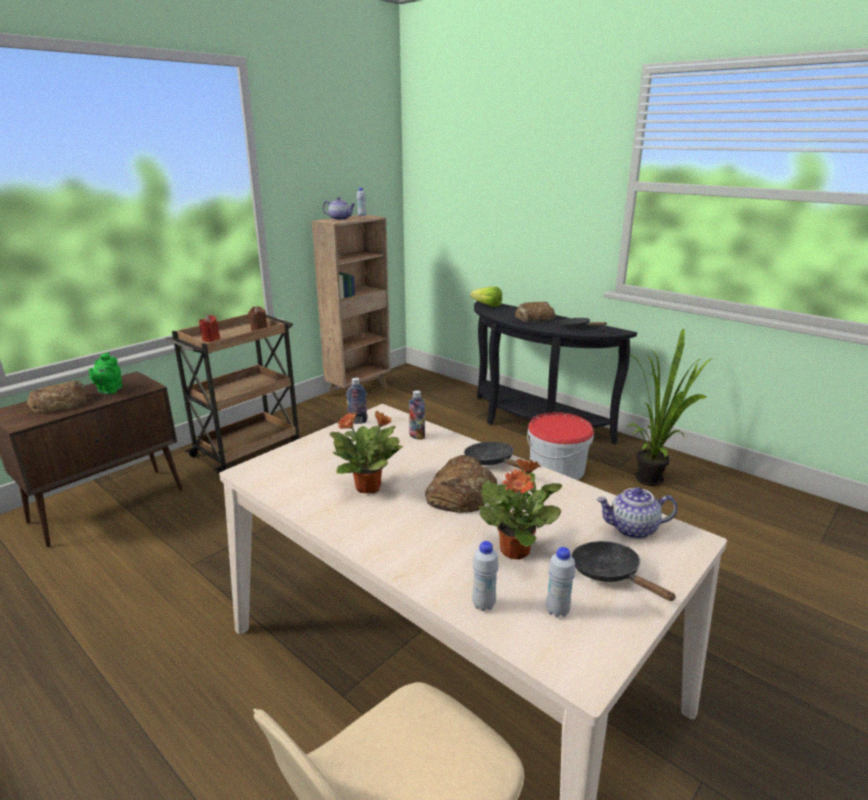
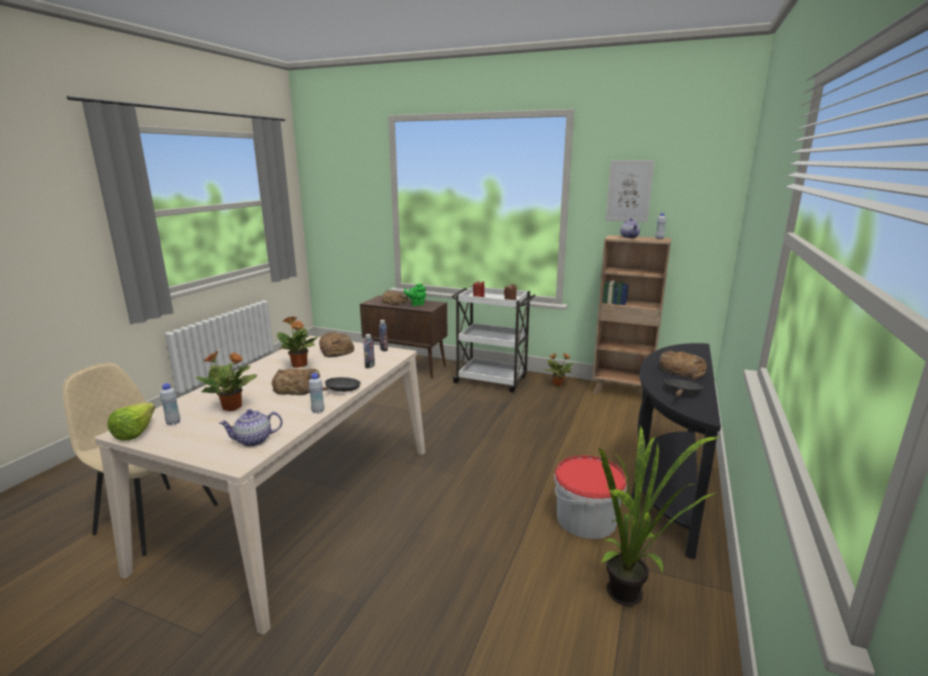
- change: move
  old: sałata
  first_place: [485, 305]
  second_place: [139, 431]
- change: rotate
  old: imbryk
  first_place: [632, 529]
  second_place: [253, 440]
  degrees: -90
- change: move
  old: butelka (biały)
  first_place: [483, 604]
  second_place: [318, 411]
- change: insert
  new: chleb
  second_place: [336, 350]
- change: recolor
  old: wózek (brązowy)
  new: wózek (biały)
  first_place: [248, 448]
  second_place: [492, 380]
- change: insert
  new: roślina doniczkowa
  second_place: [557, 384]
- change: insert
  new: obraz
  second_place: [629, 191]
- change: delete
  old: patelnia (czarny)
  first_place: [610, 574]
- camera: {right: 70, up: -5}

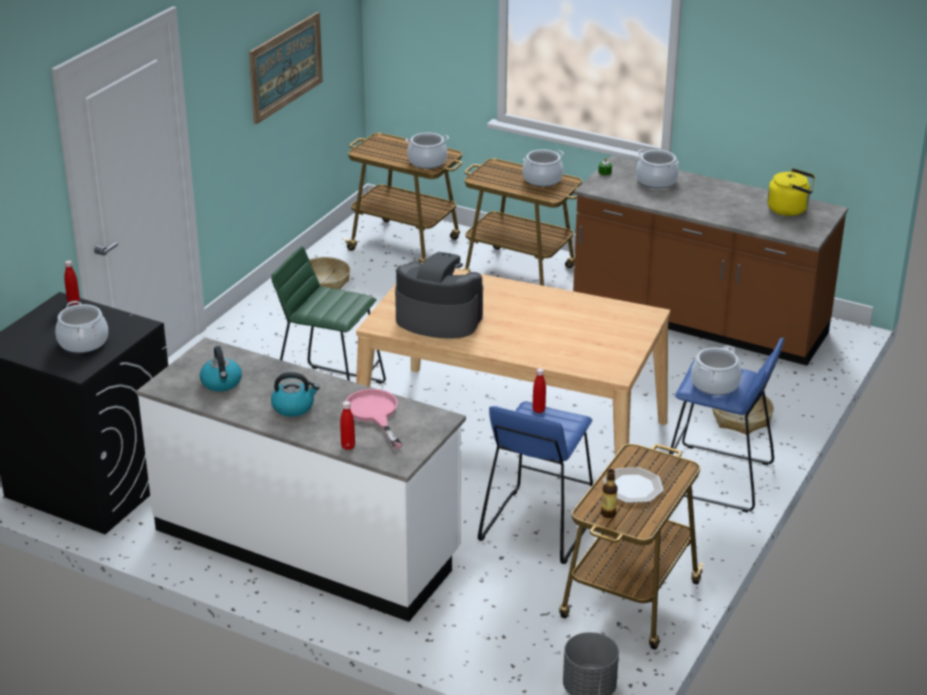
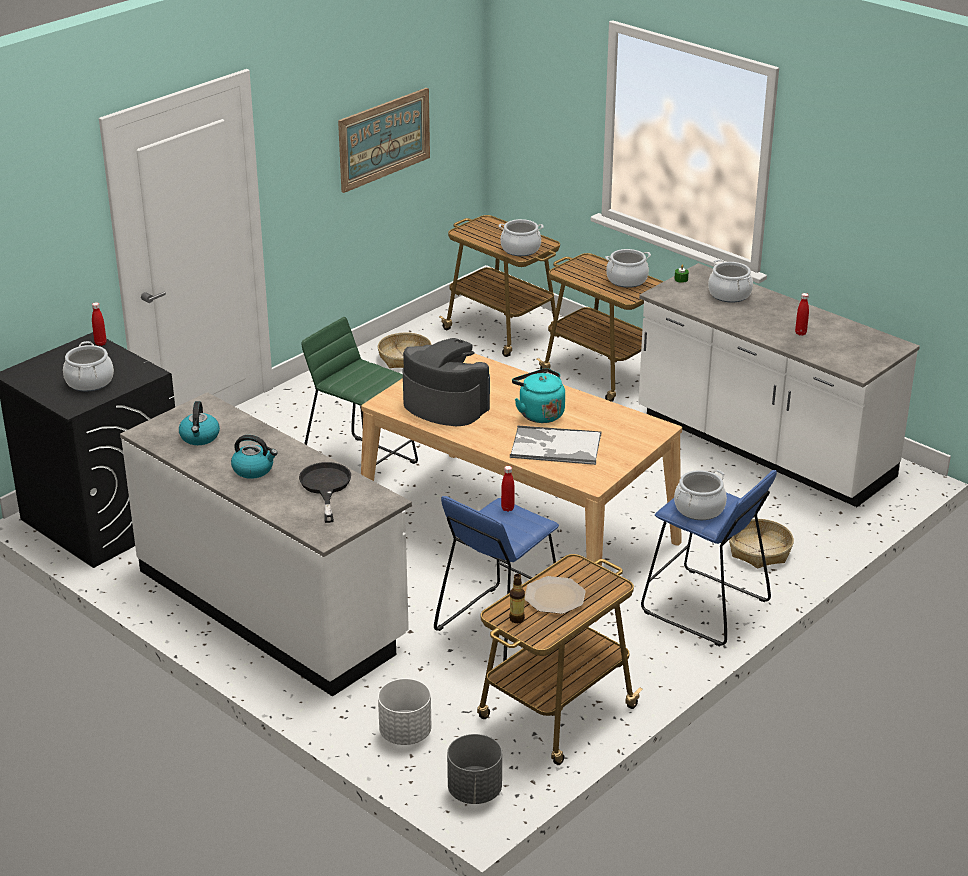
- change: recolor
  old: patelnia (różowy)
  new: patelnia (czarny)
  first_place: [374, 414]
  second_place: [325, 487]
- change: insert
  new: donica (biały)
  second_place: [405, 733]
- change: insert
  new: taca
  second_place: [555, 446]
- change: insert
  new: czajnik (turkusowy)
  second_place: [539, 413]
- change: recolor
  old: zabudowa kuchenna (brązowy)
  new: zabudowa kuchenna (biały)
  first_place: [698, 323]
  second_place: [762, 448]
- change: move
  old: butelka (czerwony)
  first_place: [348, 446]
  second_place: [800, 333]
- change: delete
  old: czajnik (żółty)
  first_place: [790, 209]
- camera: {right: 15, up: 0}

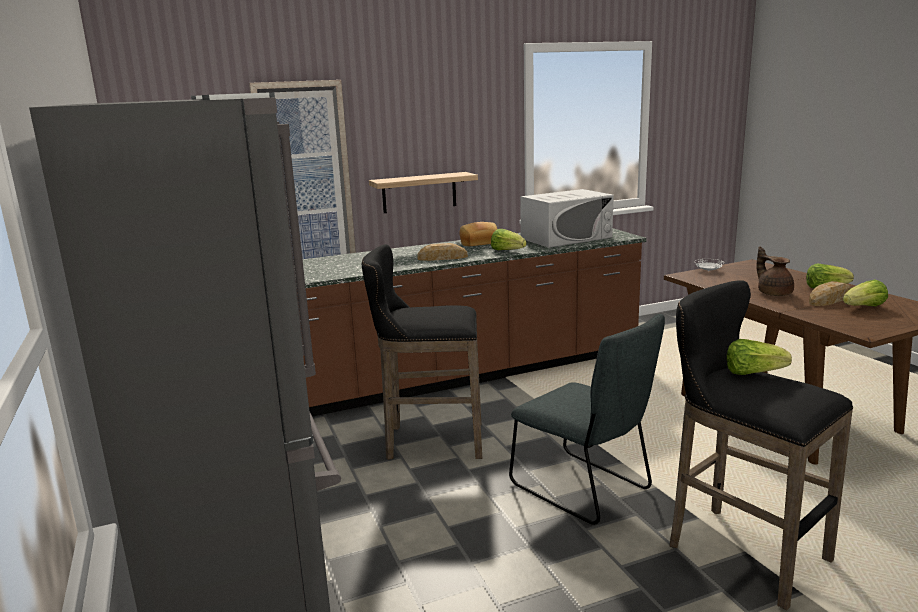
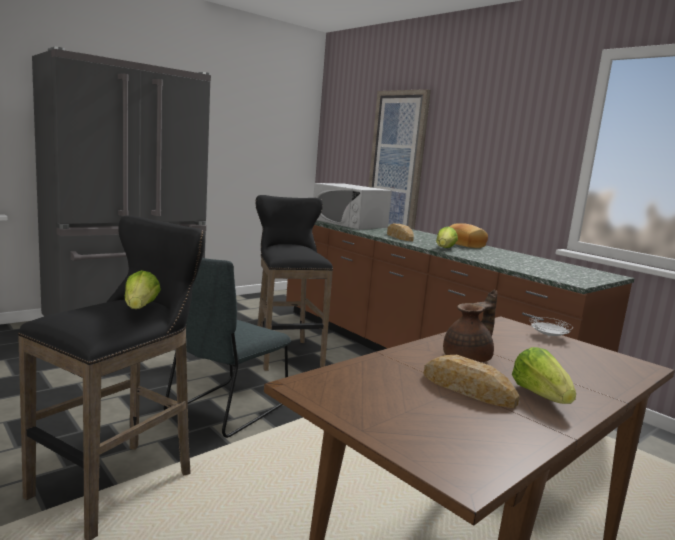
- change: move
  old: mikrofalówka (biały)
  first_place: [566, 238]
  second_place: [349, 223]
- change: delete
  old: półka
  first_place: [419, 192]
- change: delete
  old: sałata
  first_place: [864, 307]
- camera: {right: 70, up: -5}

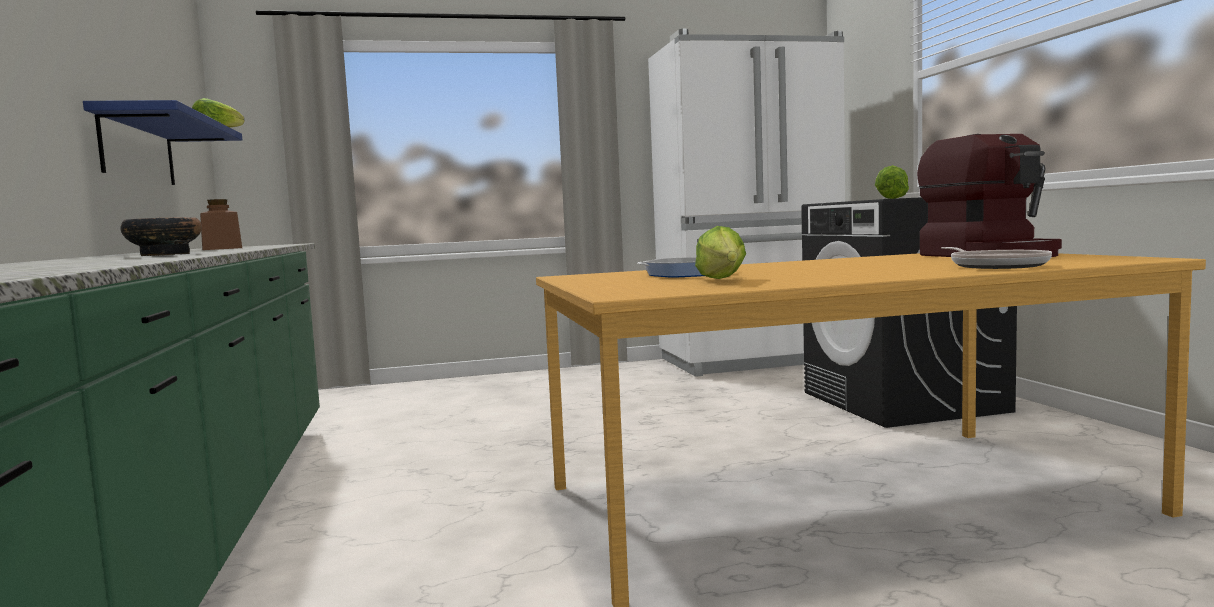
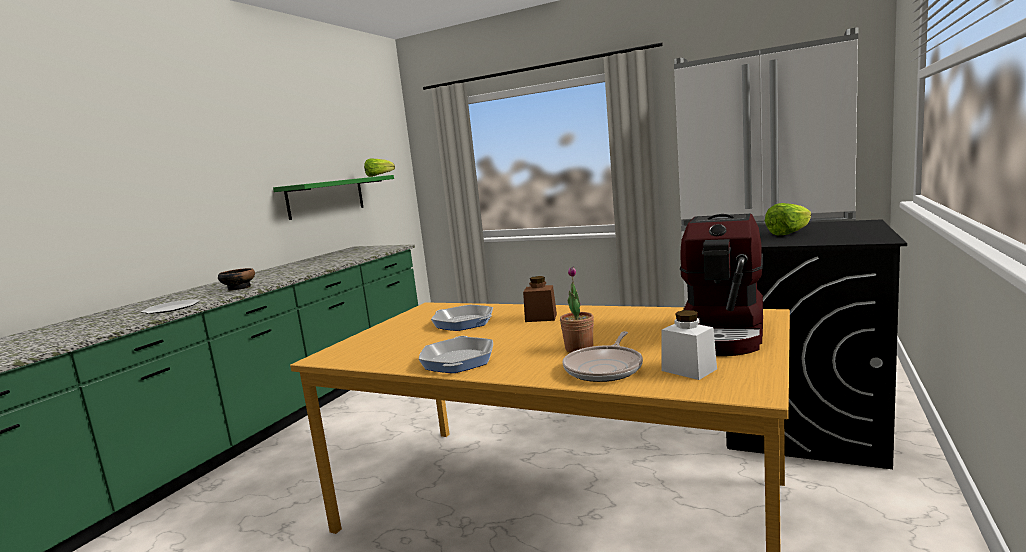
- change: insert
  new: talerz
  second_place: [171, 308]
- change: recolor
  old: półka (niebieski)
  new: półka (zielony)
  first_place: [138, 150]
  second_place: [326, 197]
- change: insert
  new: patelnia
  second_place: [458, 361]
- change: move
  old: słoik (brązowy)
  first_place: [222, 249]
  second_place: [541, 318]
- change: insert
  new: roślina doniczkowa
  second_place: [579, 348]
- change: insert
  new: słoik (biały)
  second_place: [689, 370]
- change: delete
  old: sałata
  first_place: [723, 280]
- camera: {right: 40, up: 5}

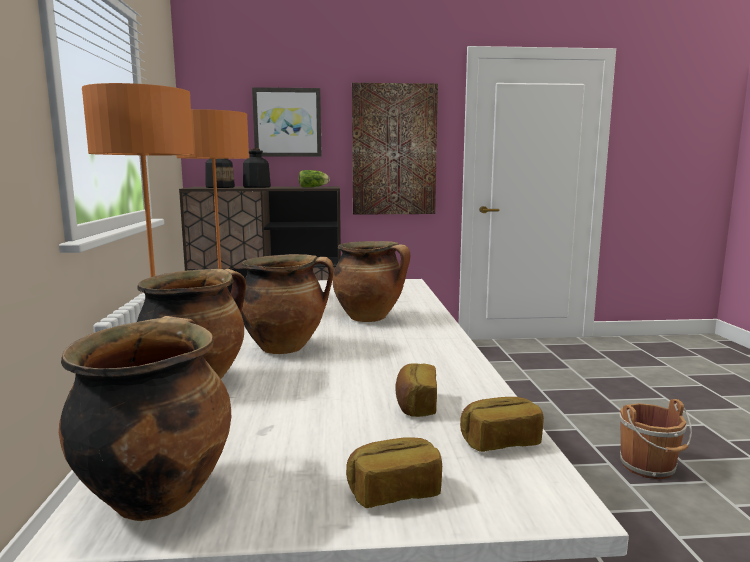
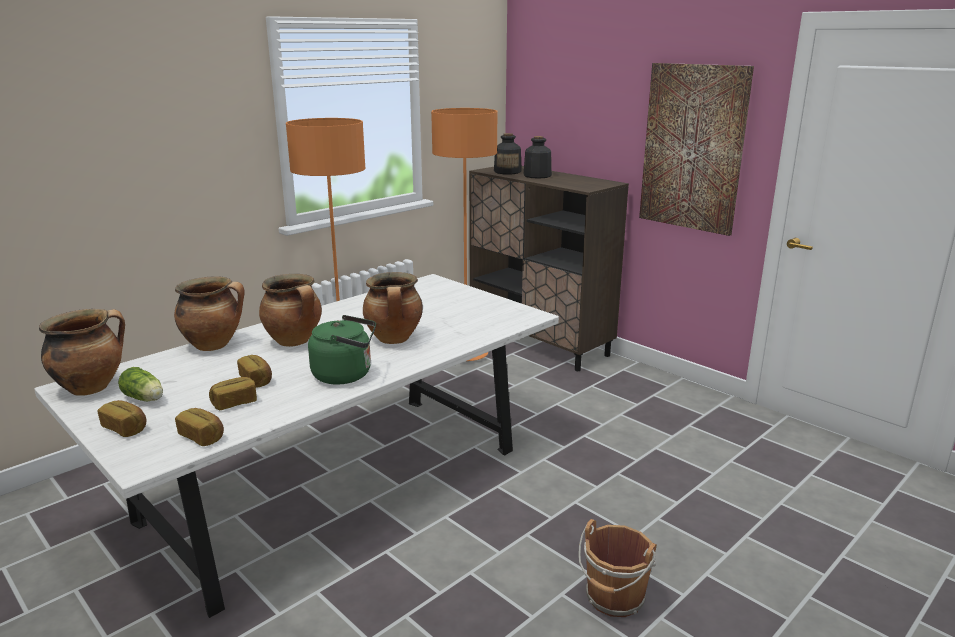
- change: move
  old: sałata
  first_place: [314, 187]
  second_place: [145, 399]
- change: insert
  new: chleb
  second_place: [257, 380]
- change: insert
  new: czajnik (zielony)
  second_place: [346, 375]
- change: delete
  old: obraz
  first_place: [287, 122]
- camera: {right: 50, up: 10}

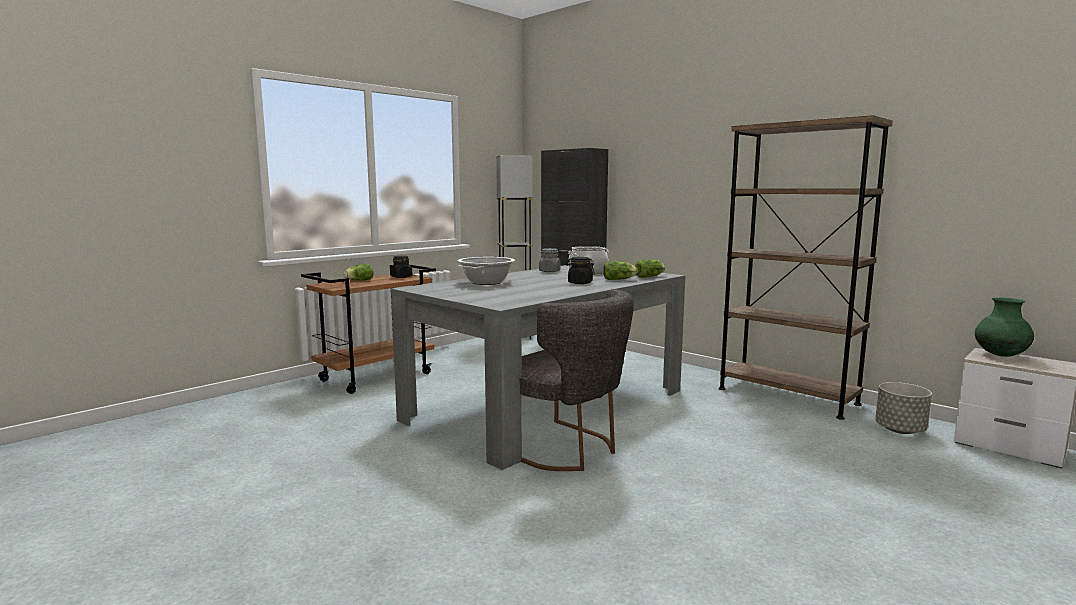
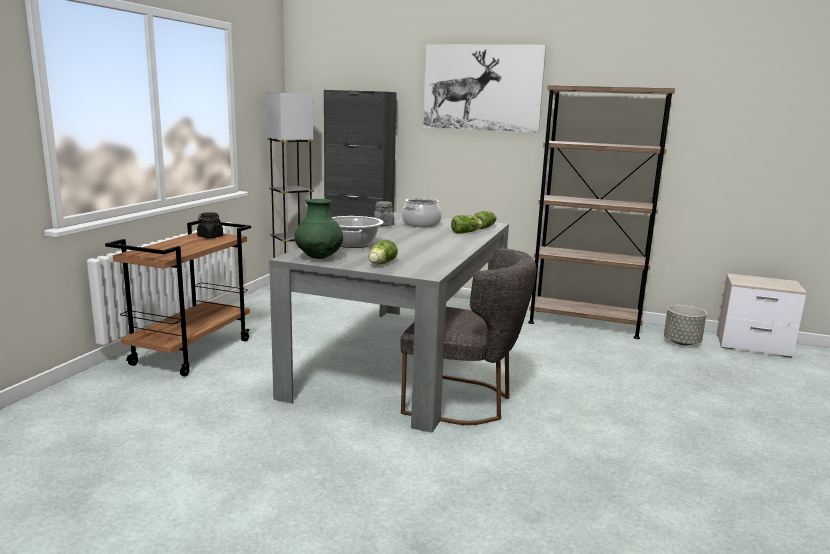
- change: move
  old: wazon (zielony)
  first_place: [1001, 355]
  second_place: [319, 258]
- change: move
  old: sałata
  first_place: [358, 280]
  second_place: [381, 264]
- change: insert
  new: obraz
  second_place: [482, 88]
- change: delete
  old: słoik (czarny)
  first_place: [580, 283]
- camera: {right: -25, up: 5}

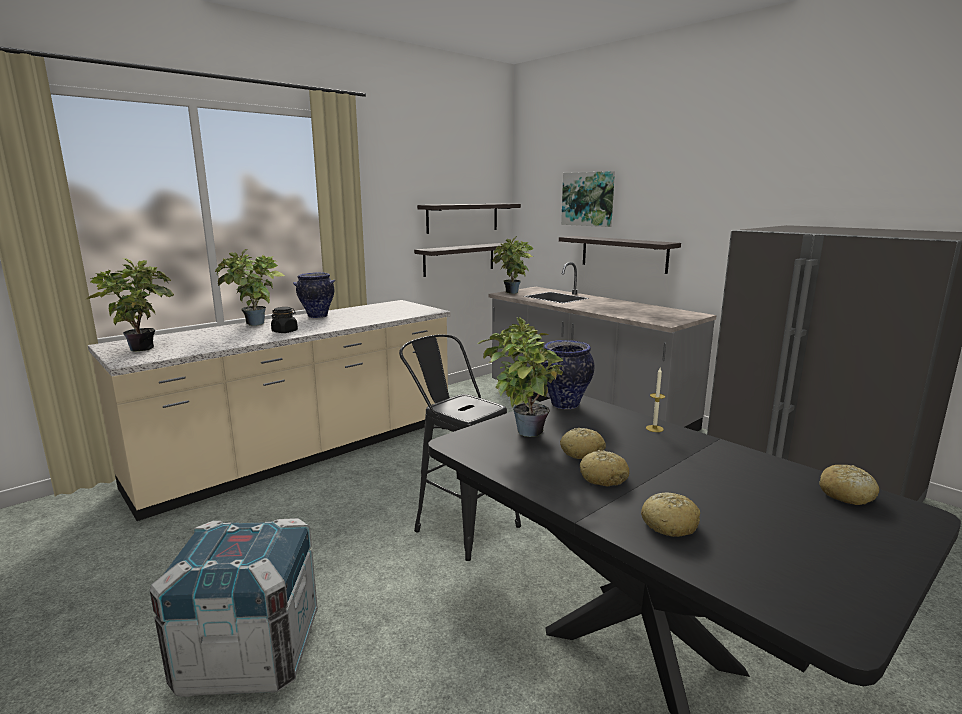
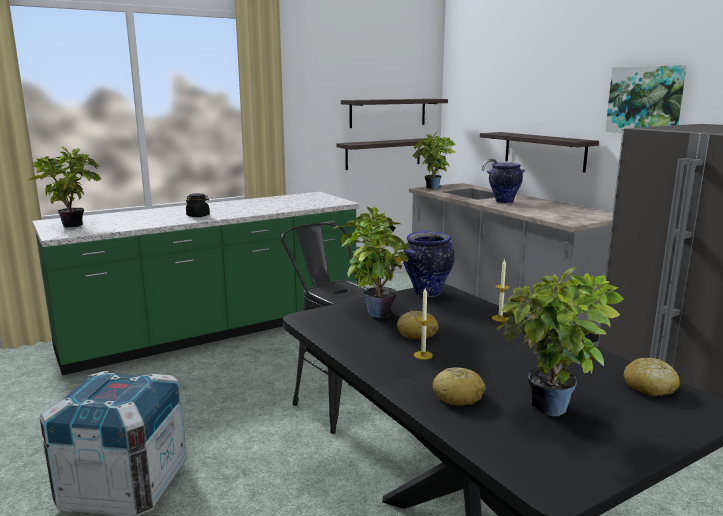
- change: recolor
  old: zabudowa kuchenna (beżowy)
  new: zabudowa kuchenna (zielony)
  first_place: [303, 453]
  second_place: [215, 330]
- change: replace
  old: chleb
  new: świeca
  first_place: [603, 478]
  second_place: [423, 355]
- change: move
  old: wazon
  first_place: [317, 316]
  second_place: [503, 202]
- change: move
  old: roślina doniczkowa
  first_place: [254, 325]
  second_place: [552, 413]
- change: move
  old: obraz
  first_place: [588, 199]
  second_place: [645, 100]
- camera: {right: 10, up: 0}

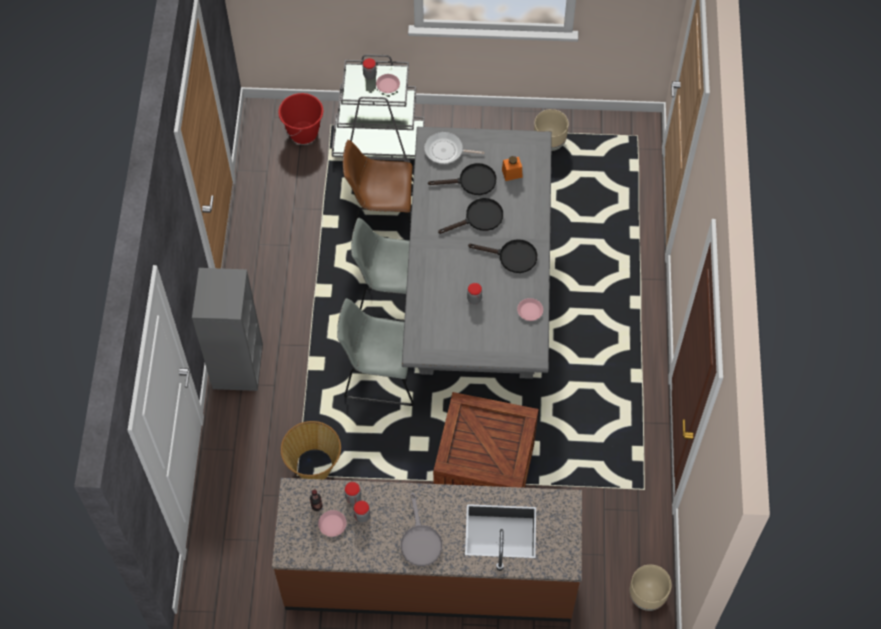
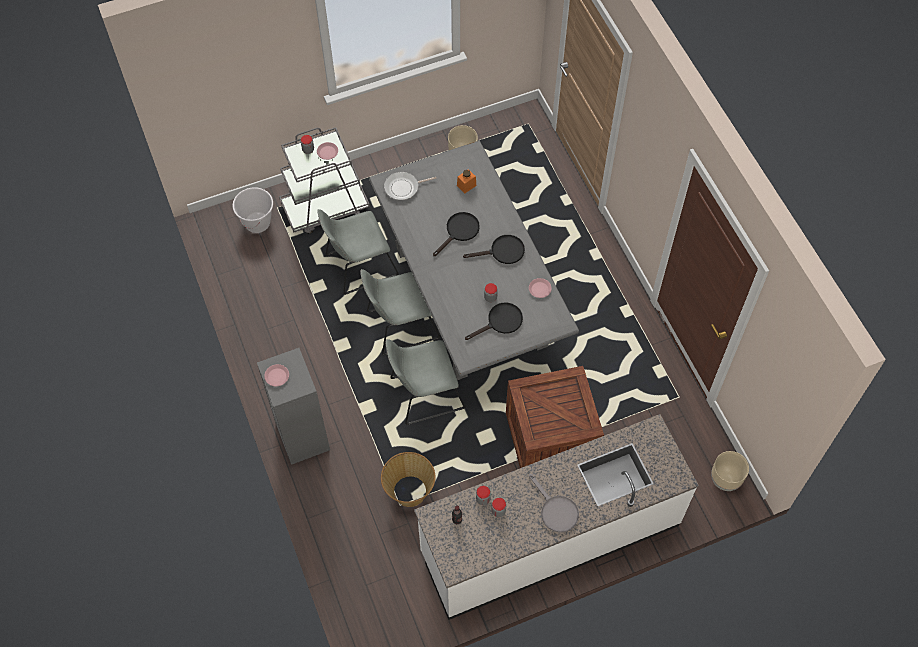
- change: recolor
  old: wiadro (czerwony)
  new: wiadro (biały)
  first_place: [304, 133]
  second_place: [257, 223]
- change: move
  old: talerz (różowy)
  first_place: [332, 524]
  second_place: [277, 376]
- change: recolor
  old: krzesło (brązowy)
  new: krzesło (szary)
  first_place: [381, 216]
  second_place: [358, 266]
- change: recolor
  old: zabudowa kuchenna (brązowy)
  new: zabudowa kuchenna (biały)
  first_place: [429, 574]
  second_place: [549, 538]
- change: move
  old: patelnia (czarny)
  first_place: [472, 181]
  second_place: [500, 322]
- camera: {right: -25, up: 0}

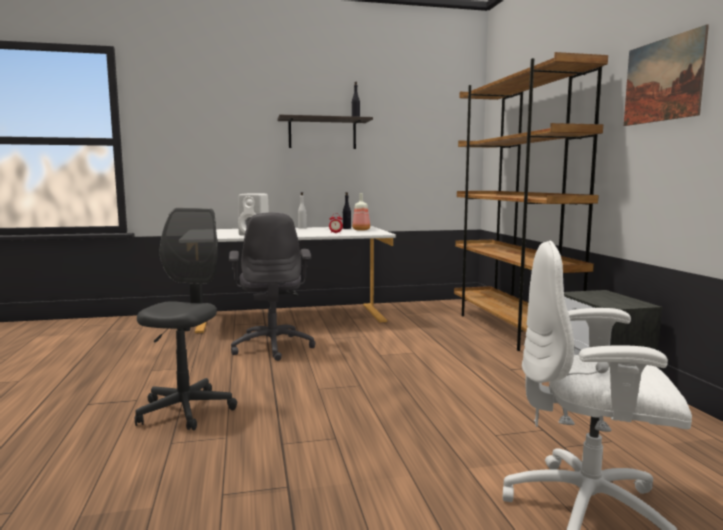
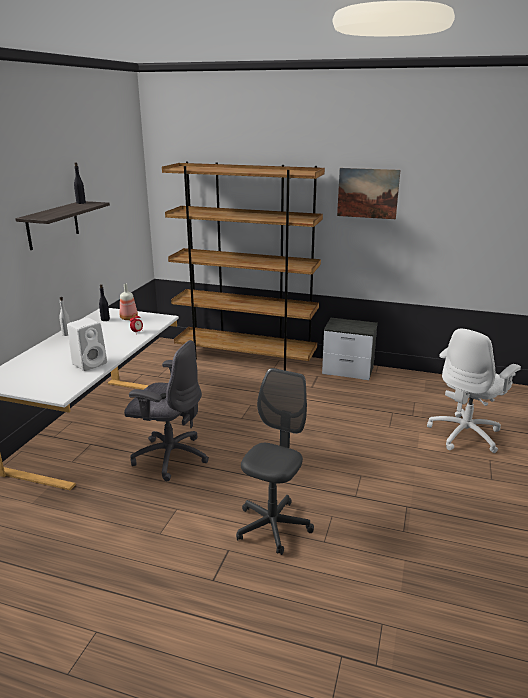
- change: rotate
  old: krzesło biurowe (szary)
  first_place: [185, 410]
  second_place: [273, 527]
  degrees: 75
- camera: {right: -60, up: 15}

